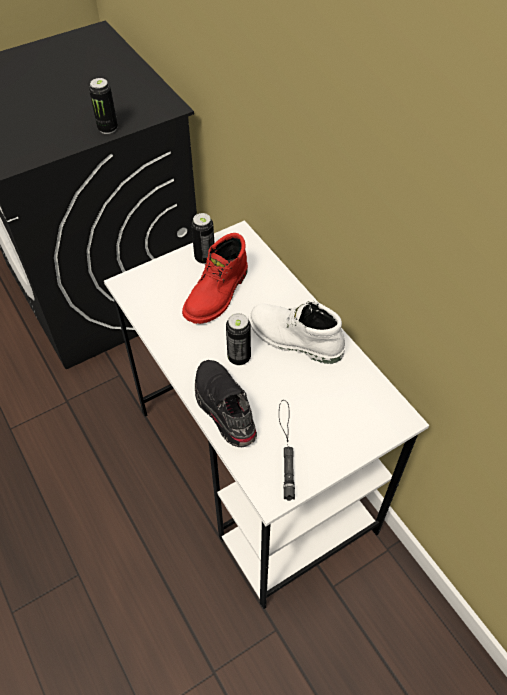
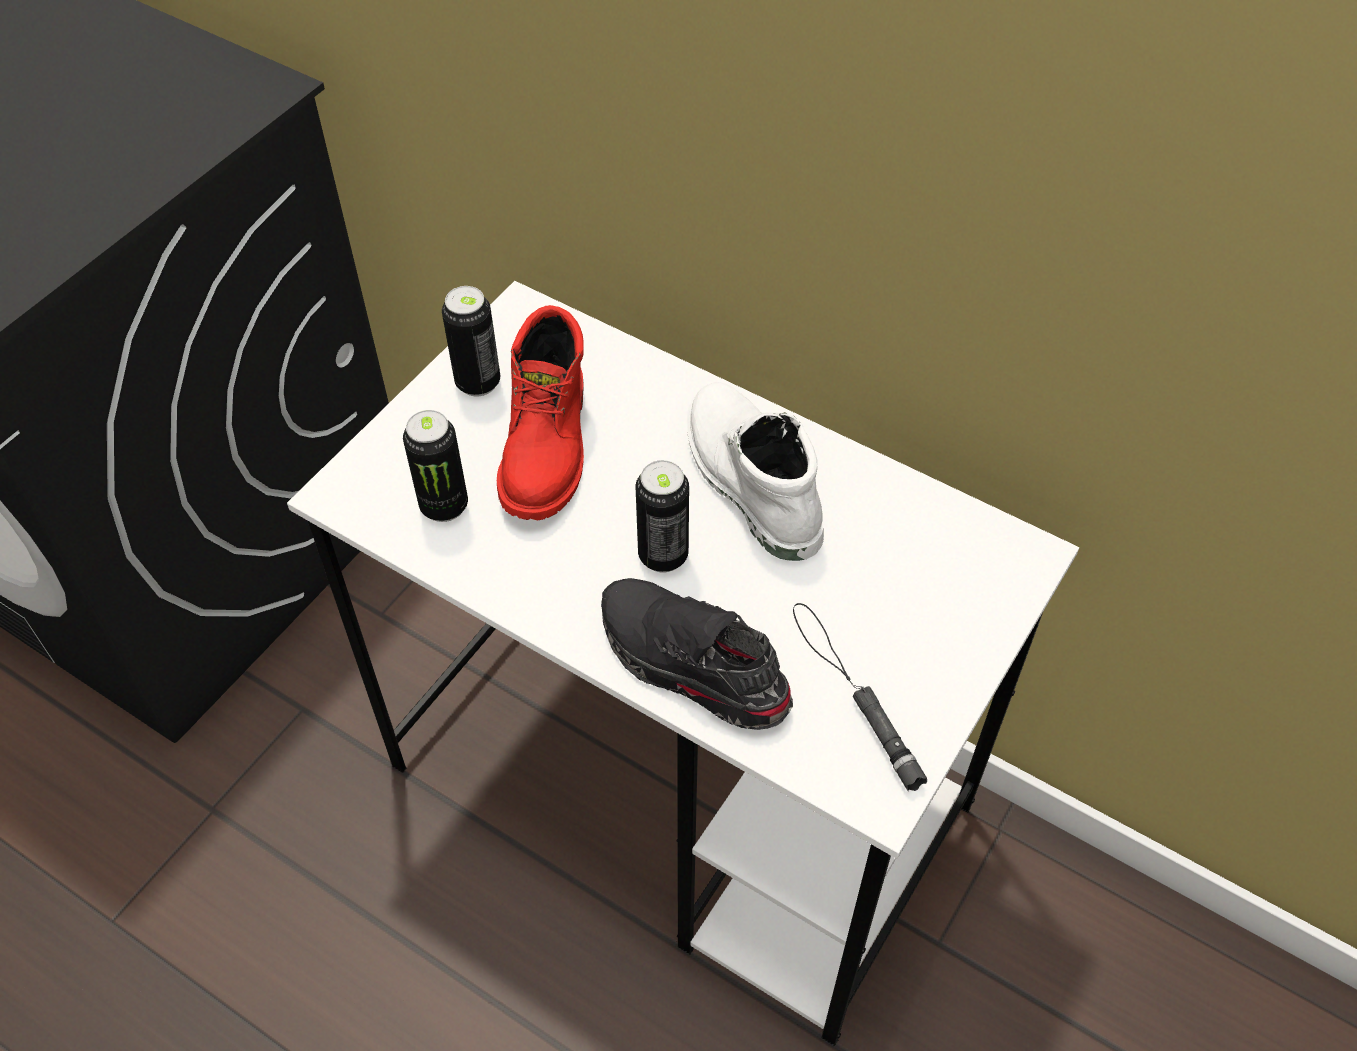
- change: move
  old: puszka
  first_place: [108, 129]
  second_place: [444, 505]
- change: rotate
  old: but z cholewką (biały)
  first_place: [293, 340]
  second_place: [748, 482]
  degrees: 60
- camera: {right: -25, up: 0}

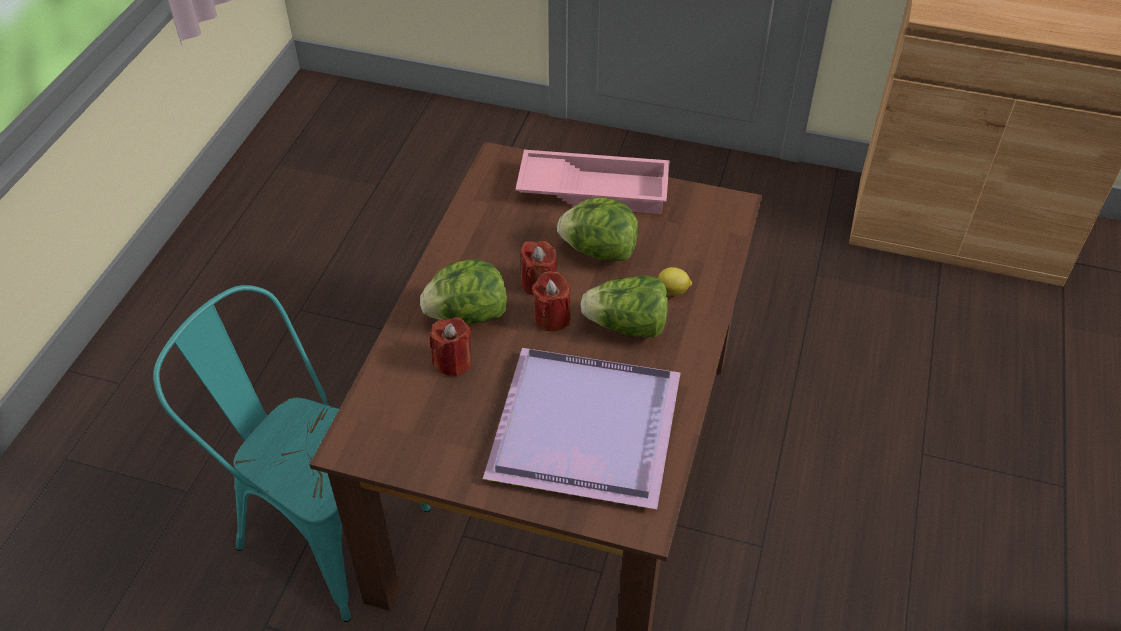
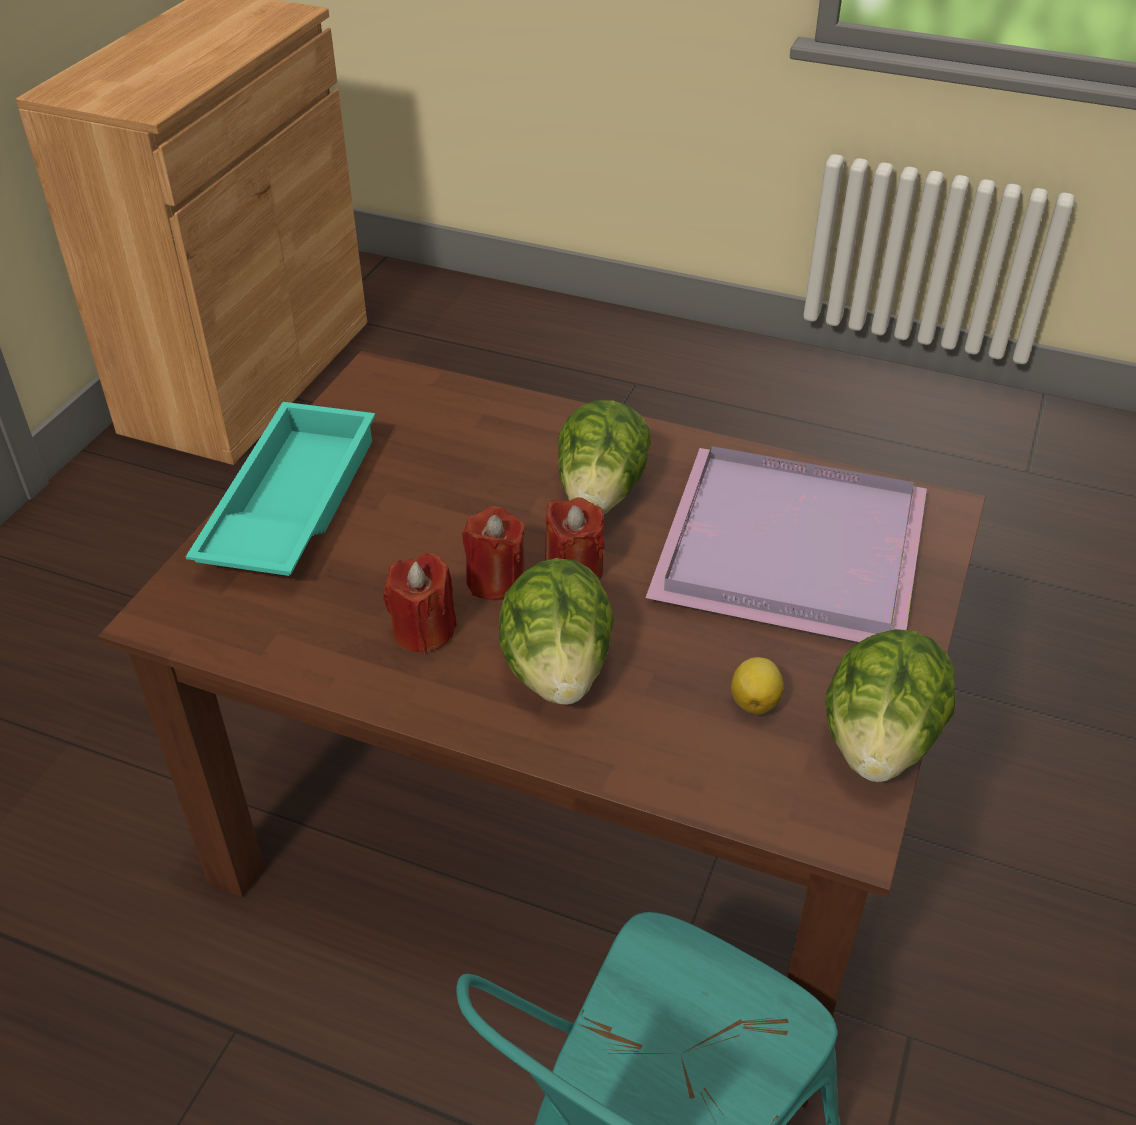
- change: recolor
  old: taca (różowy)
  new: taca (turkusowy)
  first_place: [595, 188]
  second_place: [288, 504]
- change: move
  old: świeca (czerwony)
  first_place: [453, 361]
  second_place: [424, 631]
- change: move
  old: cytryna
  first_place: [673, 291]
  second_place: [755, 701]
- change: move
  old: sałata
  first_place: [598, 251]
  second_place: [879, 742]
- camera: {right: -85, up: -5}

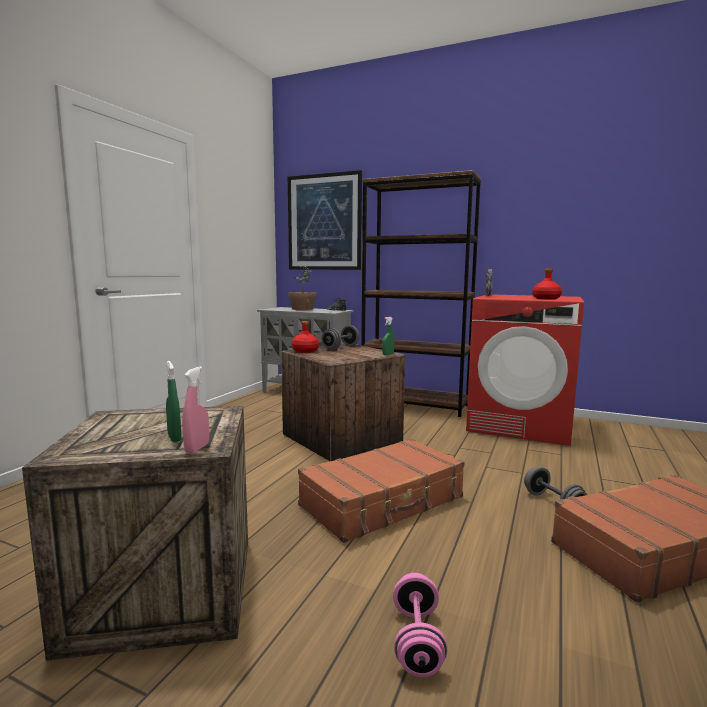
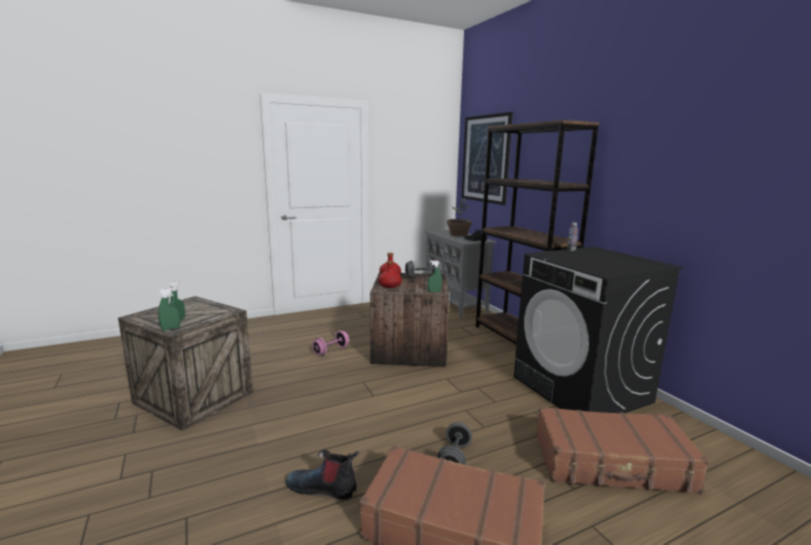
- change: recolor
  old: spryskiwacz (różowy)
  new: spryskiwacz (zielony)
  first_place: [197, 448]
  second_place: [170, 329]
- change: insert
  new: but z cholewką
  second_place: [323, 488]
- change: move
  old: hantel (różowy)
  first_place: [417, 641]
  second_place: [331, 350]
- change: move
  old: butelka (czerwony)
  first_place: [546, 298]
  second_place: [389, 285]
- change: recolor
  old: pralka (czerwony)
  new: pralka (czarny)
  first_place: [520, 424]
  second_place: [581, 389]
- change: move
  old: walizka (brązowy)
  first_place: [383, 502]
  second_place: [612, 463]
- camera: {right: 40, up: 5}

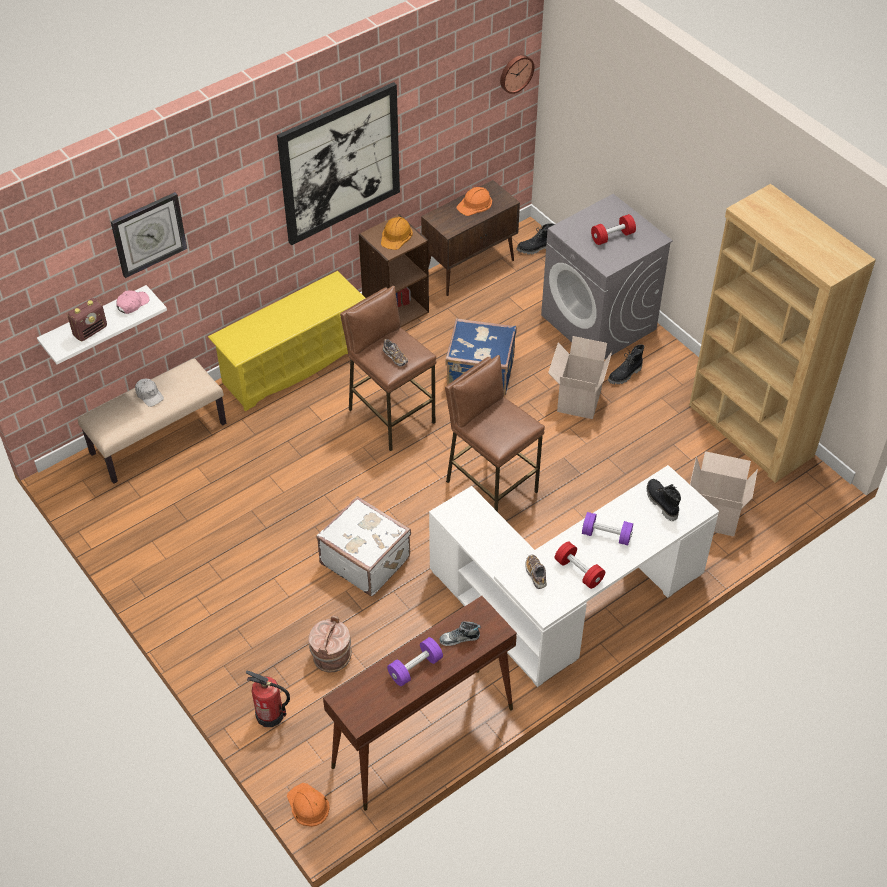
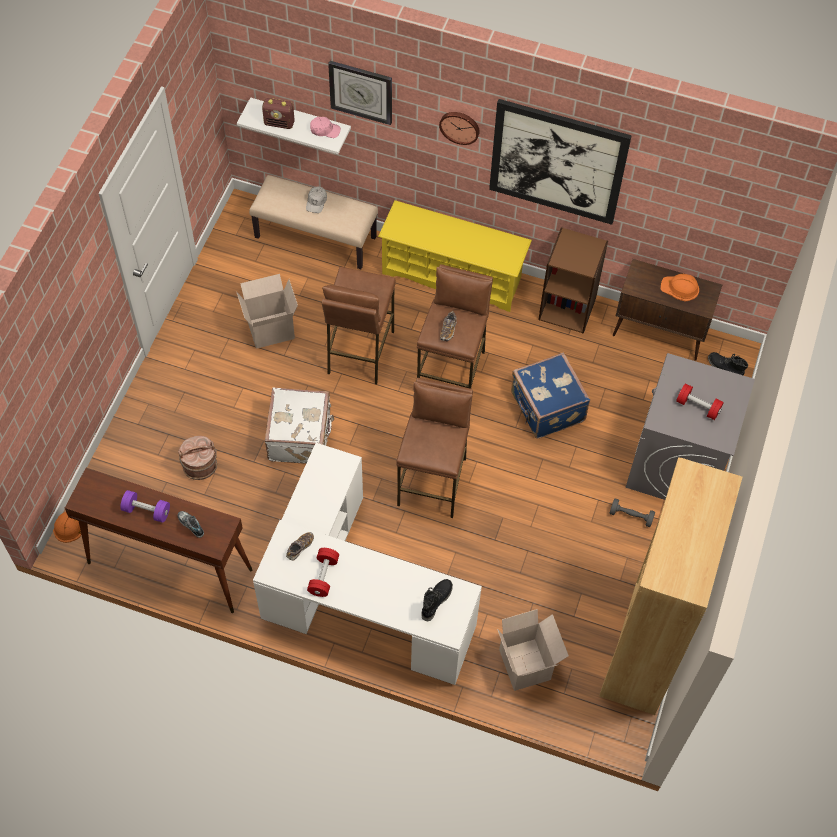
- change: move
  old: karton
  first_place: [577, 399]
  second_place: [271, 328]
- change: insert
  new: stołek (brązowy)
  second_place: [359, 352]
- change: move
  old: zegar ścienny
  first_place: [515, 73]
  second_place: [460, 126]
- change: replace
  old: but z cholewką (czarny)
  new: hantel (szary)
  first_place: [625, 375]
  second_place: [631, 516]
- change: delete
  old: gaśnica
  first_place: [270, 715]
- change: delete
  old: kask (pomarańczowy)
  first_place: [396, 236]
- change: delete
  old: hantel (fioletowy)
  first_place: [606, 535]
- camera: {right: 55, up: 10}

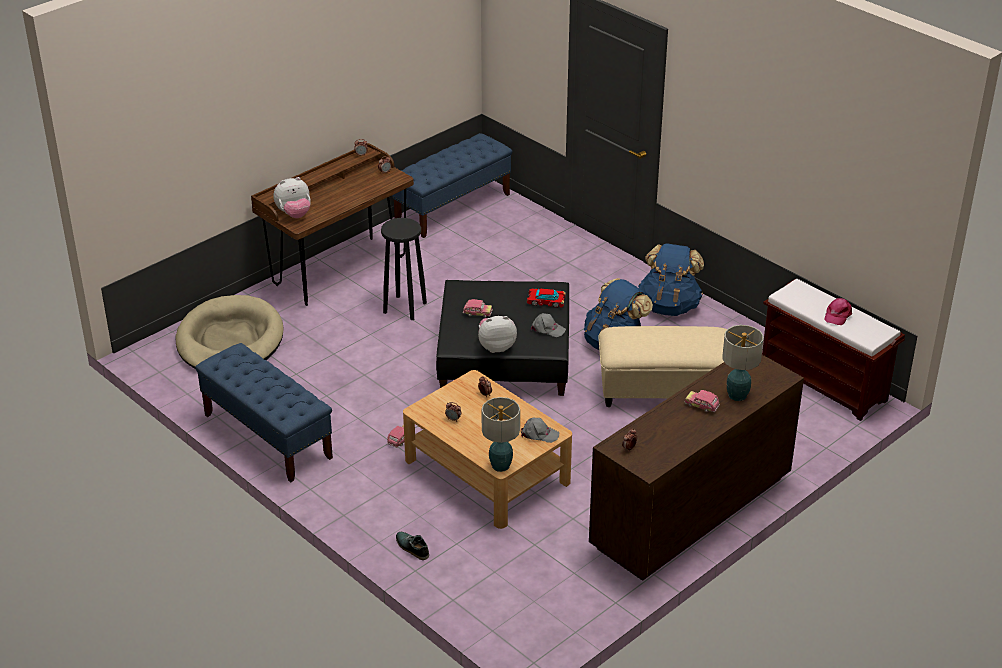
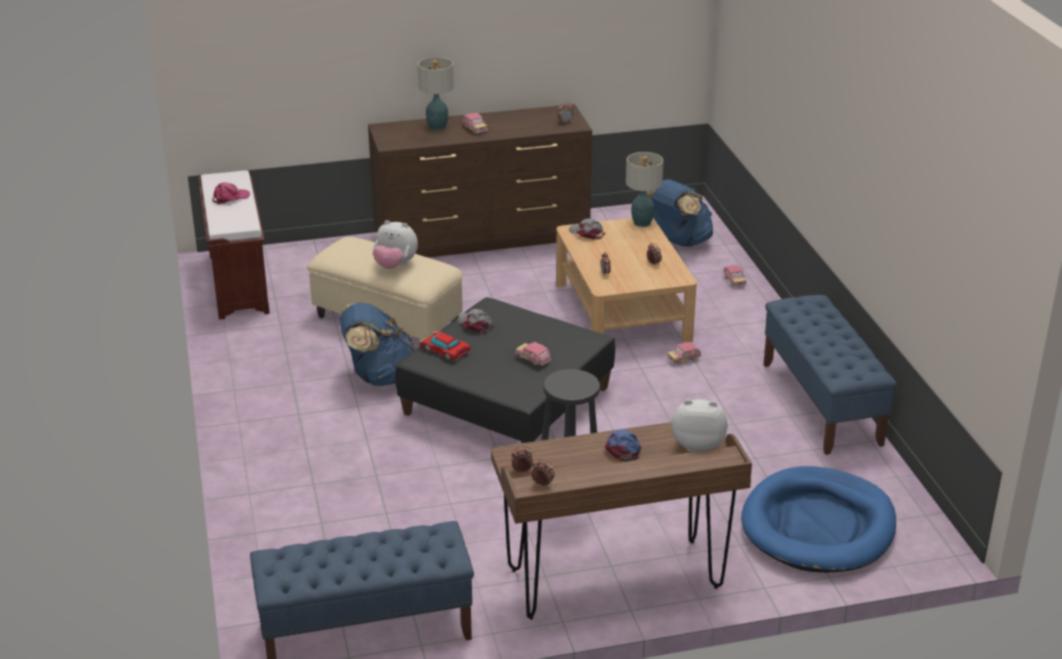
- change: move
  old: pluszak
  first_place: [496, 347]
  second_place: [395, 265]
- change: insert
  new: czapka z daszkiem (niebieski)
  second_place: [623, 448]
- change: move
  old: plecak (niebieski)
  first_place: [669, 306]
  second_place: [678, 241]
- change: replace
  old: but
  new: samochodzik
  first_place: [412, 548]
  second_place: [734, 281]
- change: recolor
  old: legowisko (beżowy)
  new: legowisko (niebieski)
  first_place: [230, 341]
  second_place: [818, 526]
- camera: {right: -150, up: -5}

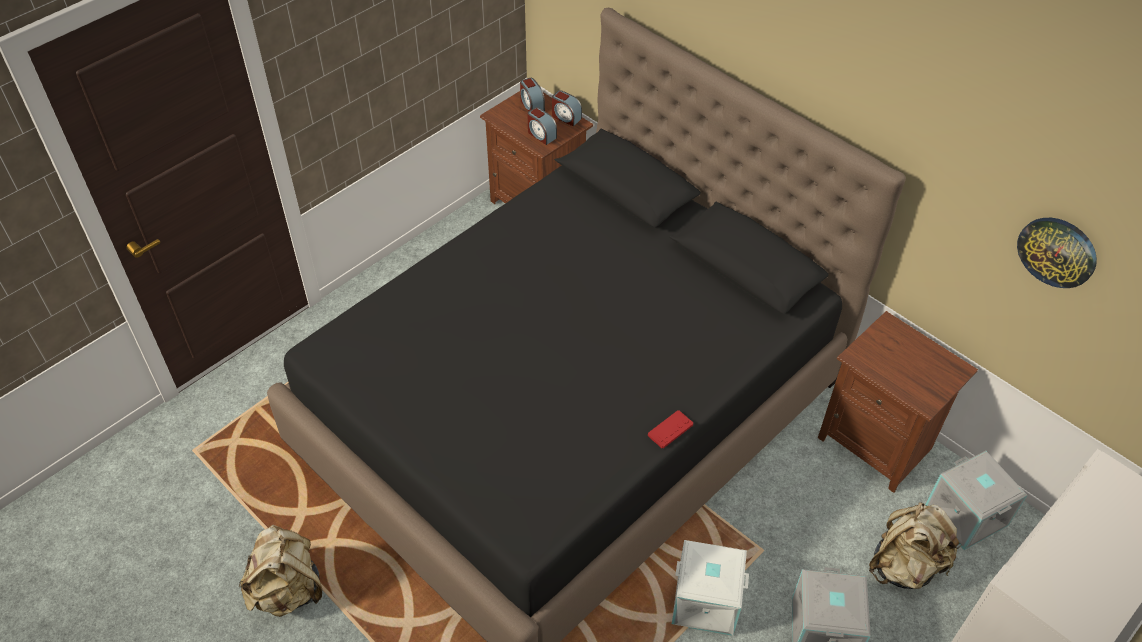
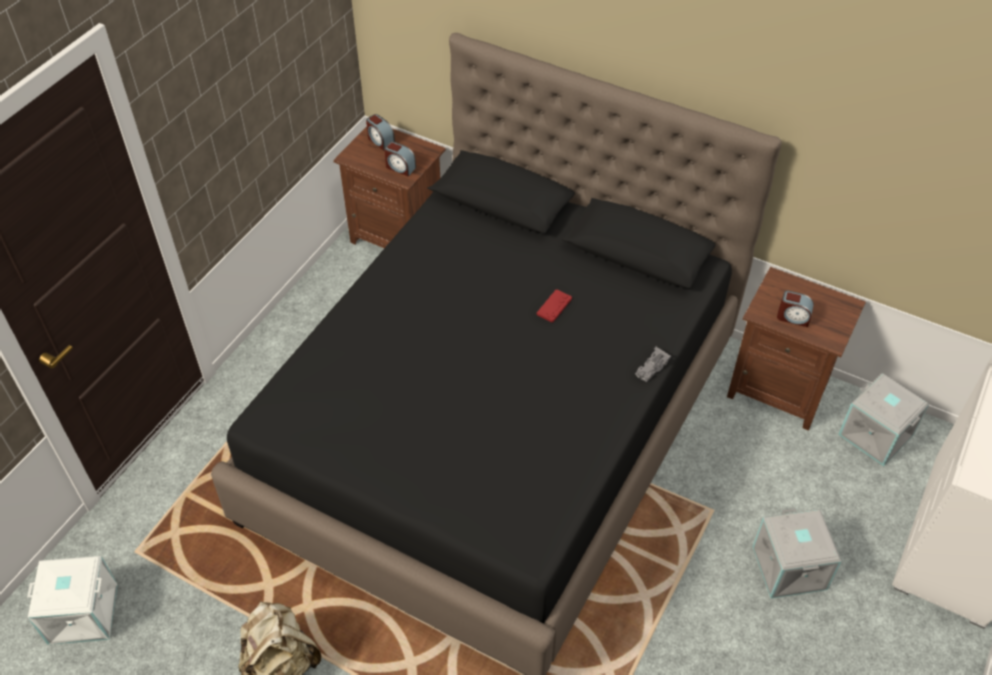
- change: move
  old: pojemnik do przechowywania (biały)
  first_place: [706, 600]
  second_place: [84, 612]
- change: move
  old: pad do gier (czerwony)
  first_place: [670, 430]
  second_place: [554, 306]
- change: insert
  new: samochodzik (szary)
  second_place: [651, 368]
- change: move
  old: budzik
  first_place: [566, 117]
  second_place: [793, 317]
- change: delete
  old: plecak (beżowy)
  first_place: [905, 565]
- change: delete
  old: zegar ścienny
  first_place: [1057, 251]
- camera: {right: -15, up: 0}

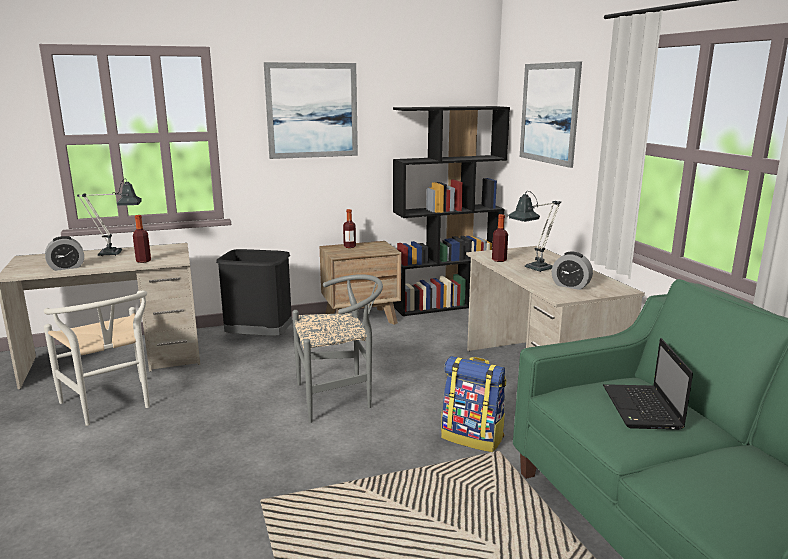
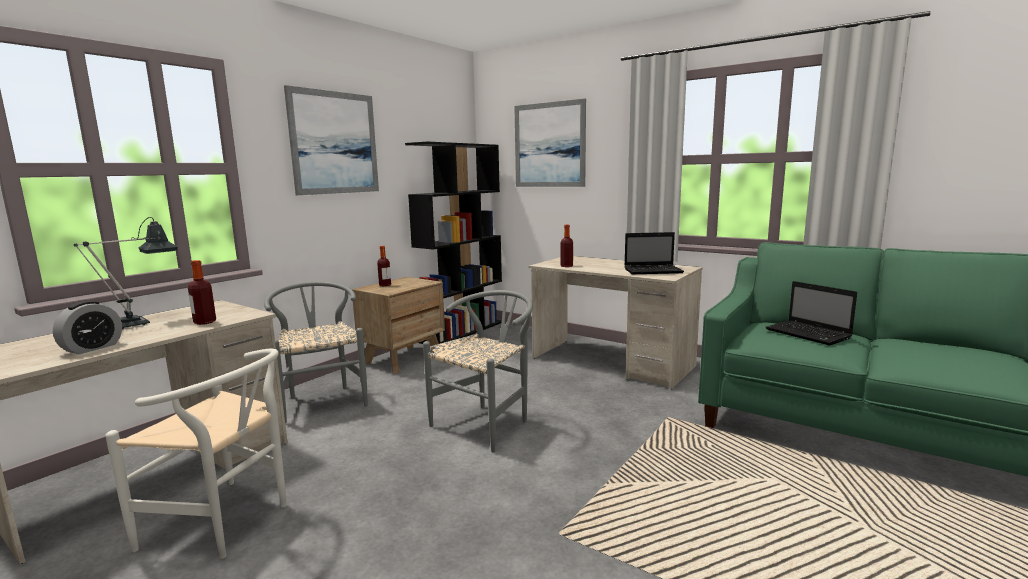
- change: replace
  old: kosz na śmieci (czarny)
  new: krzesło (szary)
  first_place: [260, 339]
  second_place: [322, 400]
- change: replace
  old: budzik
  new: laptop
  first_place: [570, 286]
  second_place: [654, 271]
- change: delete
  old: plecak
  first_place: [473, 437]
- change: delete
  old: lampa stołowa
  first_place: [534, 269]
- camera: {right: -35, up: -5}

